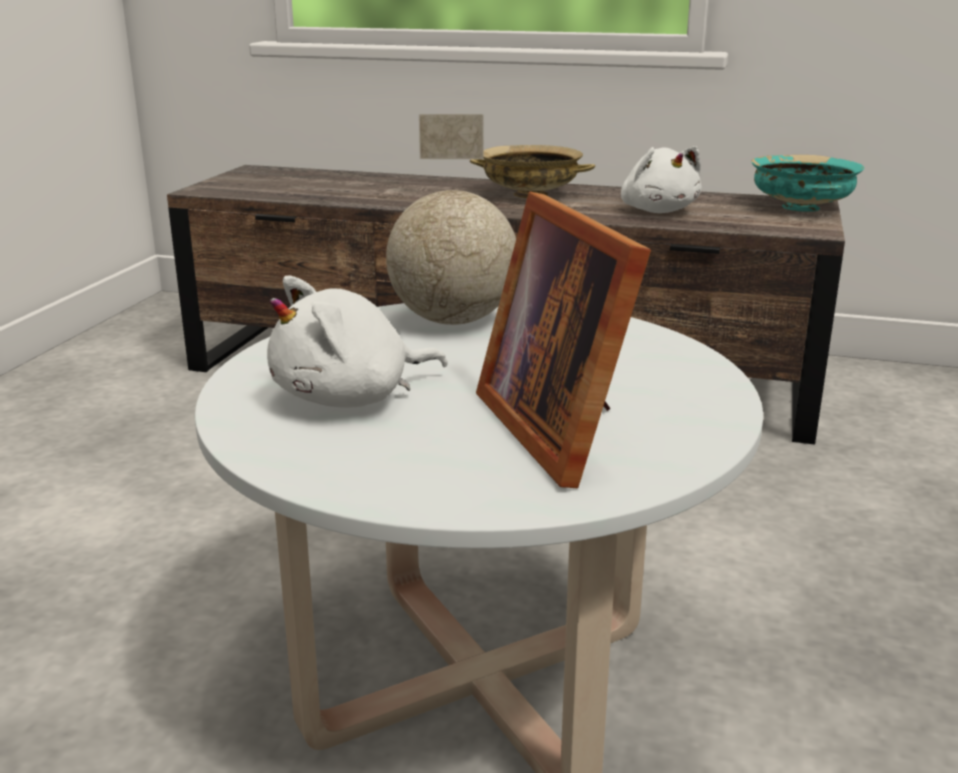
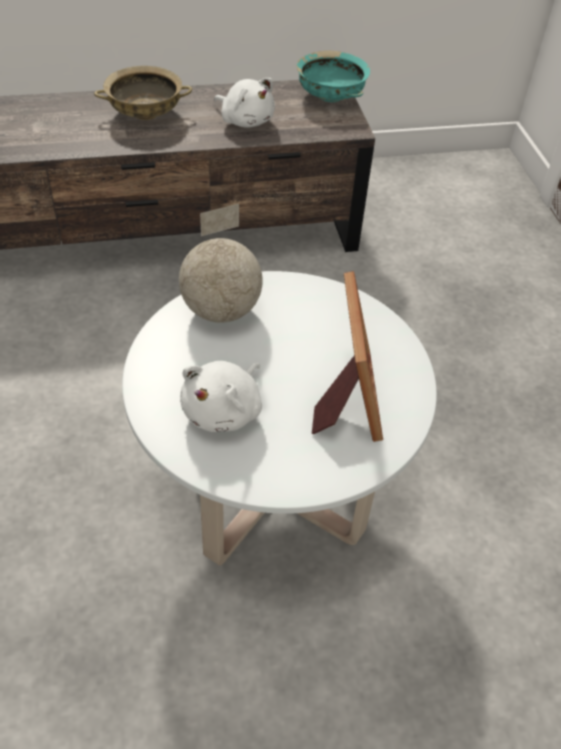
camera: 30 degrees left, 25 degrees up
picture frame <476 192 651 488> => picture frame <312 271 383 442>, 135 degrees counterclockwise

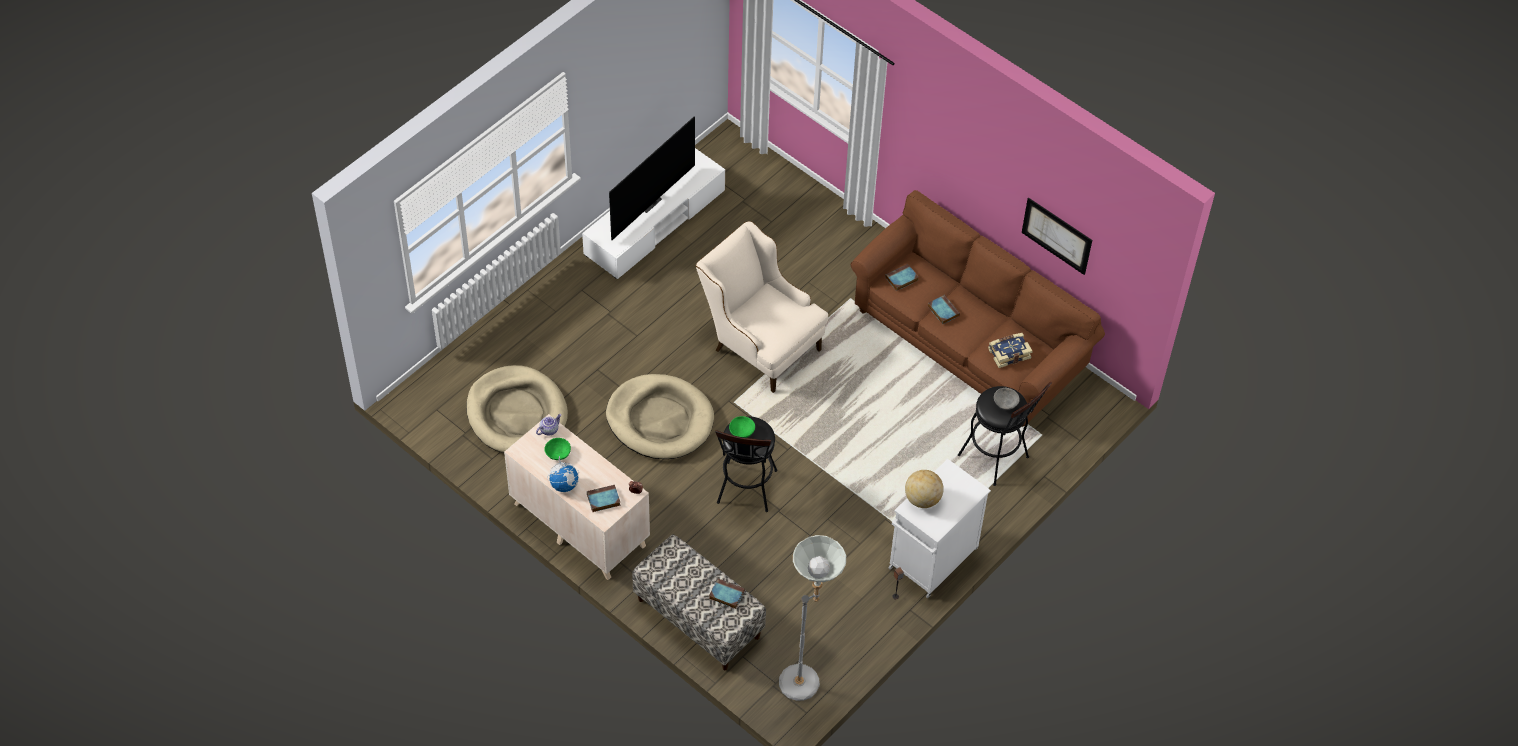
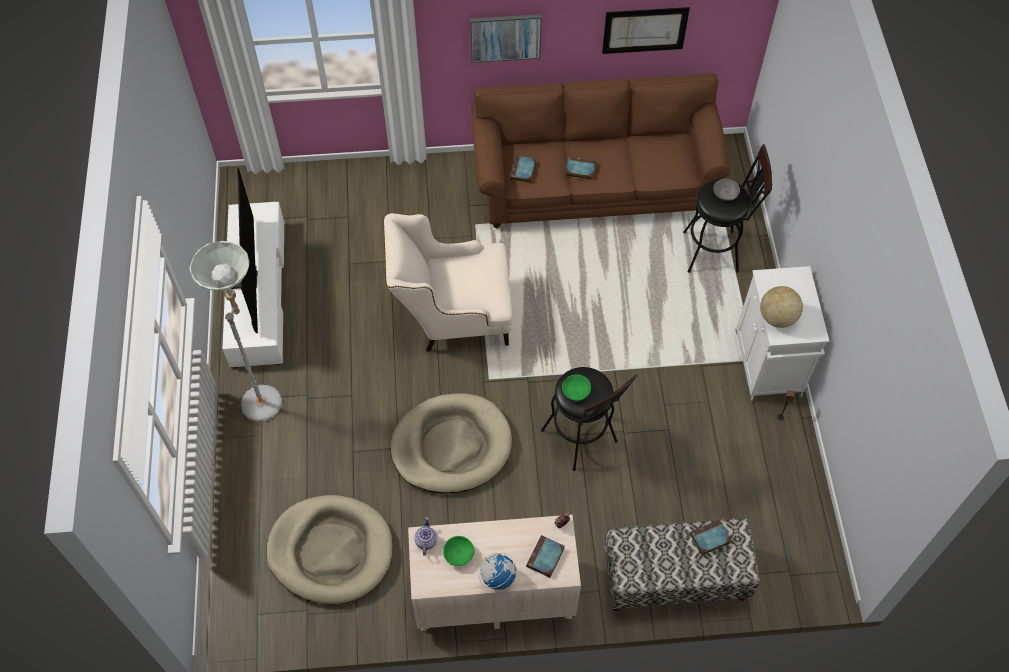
camera: 45 degrees left, 5 degrees up
floor lamp (grey) <779 535 846 701> => floor lamp (grey) <189 241 282 422>, relocated
nothing => picture <470 14 542 63>
book <988 333 1033 368> => nothing

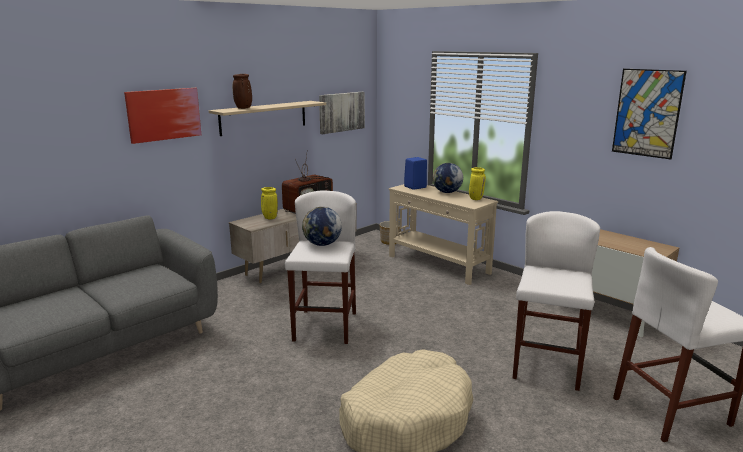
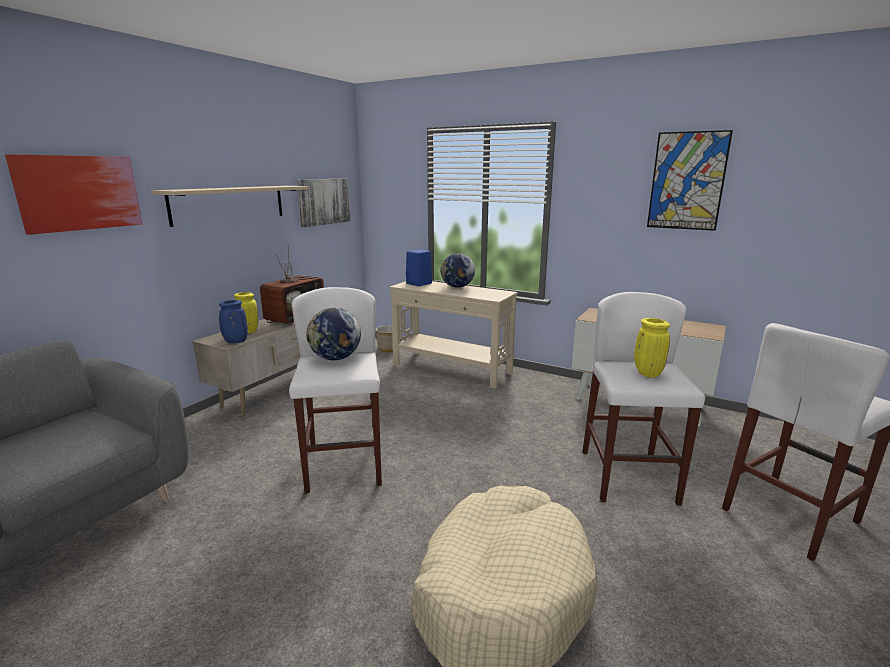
camera: 15 degrees left, 0 degrees up
nothing => vase (blue) <219 300 248 343>
vase (yellow) <469 167 486 200> => vase (yellow) <634 318 670 378>, relocated
vase (brown) <232 74 252 109> => nothing

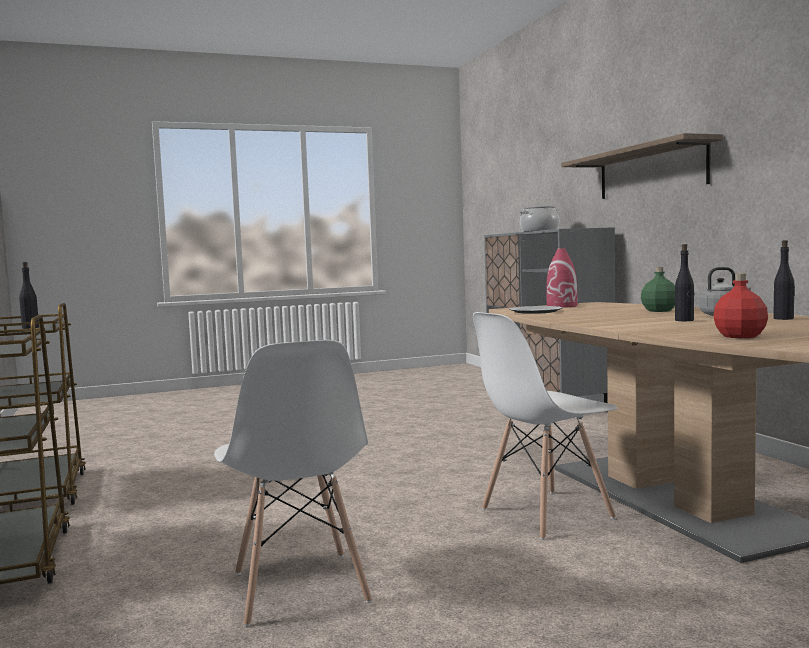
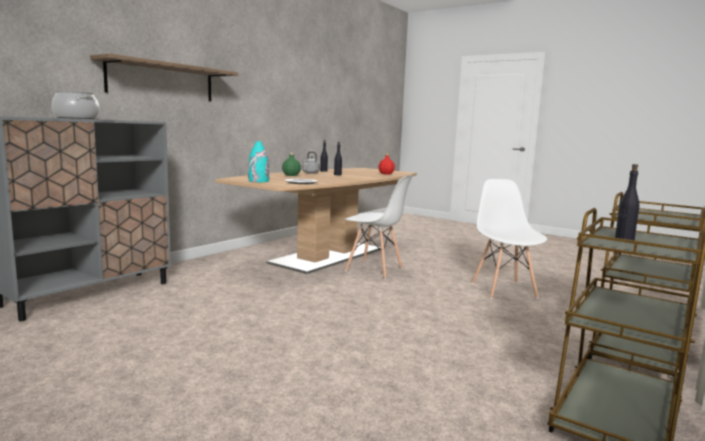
camera: 125 degrees left, 5 degrees up
vase (red) <546 248 578 308> => vase (turquoise) <248 141 269 182>
chair (white) <214 340 372 627> => chair (white) <472 179 547 299>, 45 degrees counterclockwise

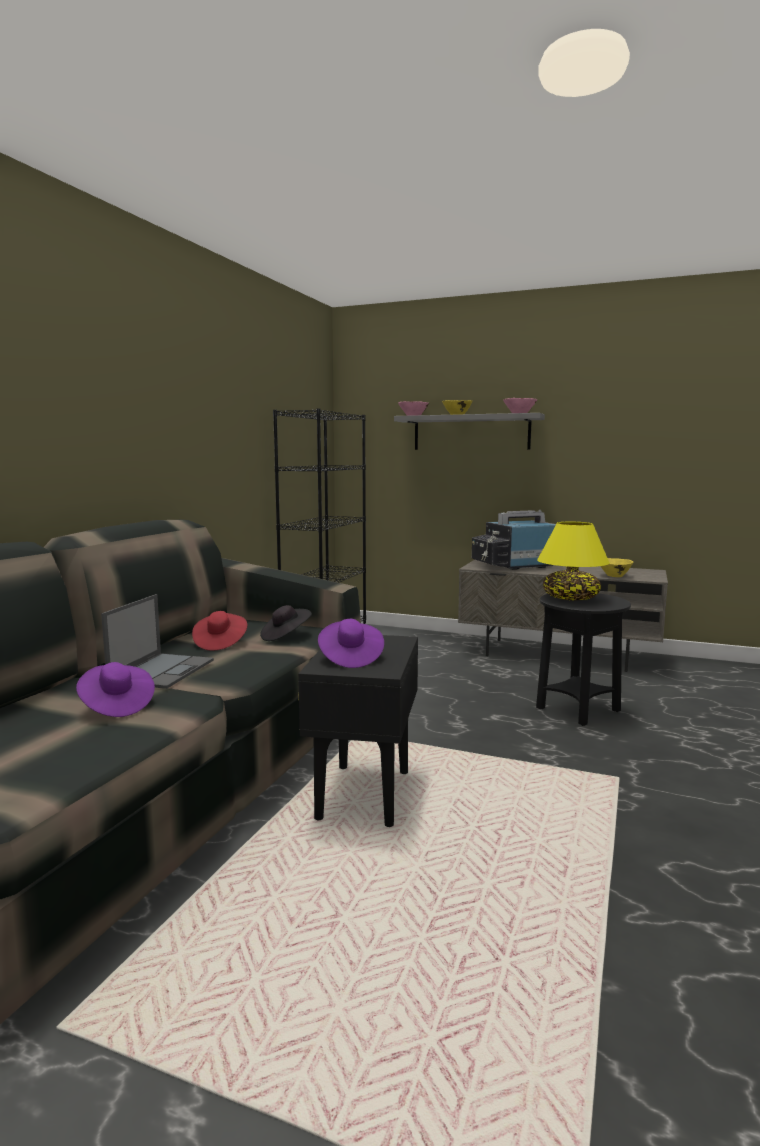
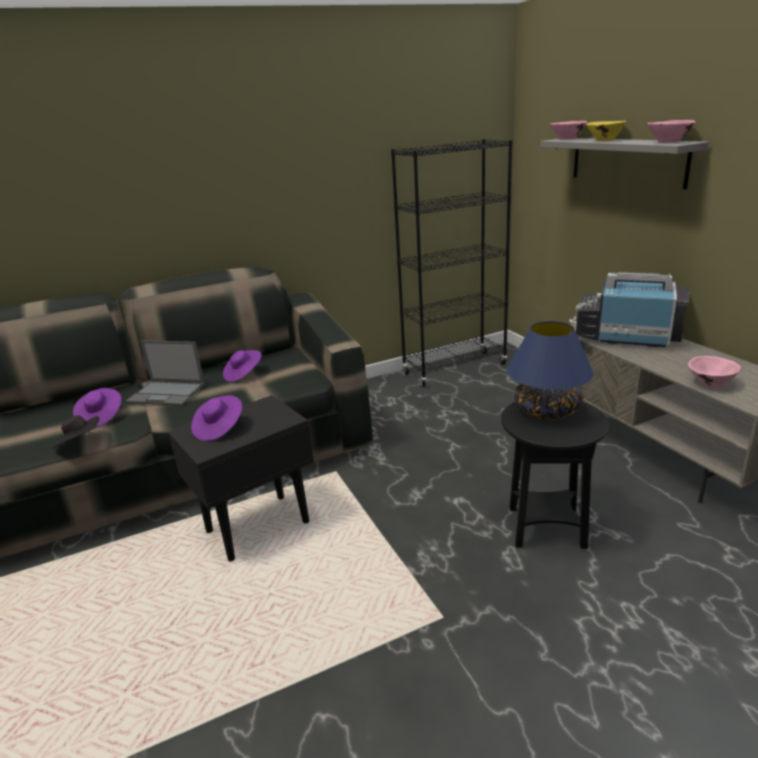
camera: 45 degrees right, 15 degrees up
hat (black) <260 605 312 641> => hat (black) <53 415 99 449>, relocated
laptop <101 594 214 689> => laptop <126 341 205 406>, 45 degrees clockwise
hat (red) <192 611 247 651> => hat (purple) <223 350 262 382>
table lamp (yellow) <537 522 610 600> => table lamp (blue) <507 321 594 420>
bowl (yellow) <601 558 633 577> => bowl (pink) <688 356 741 388>

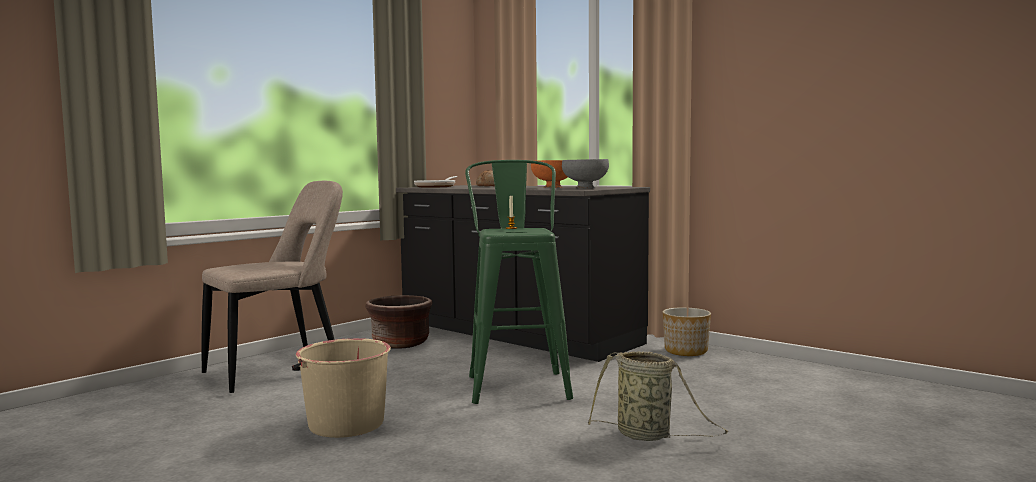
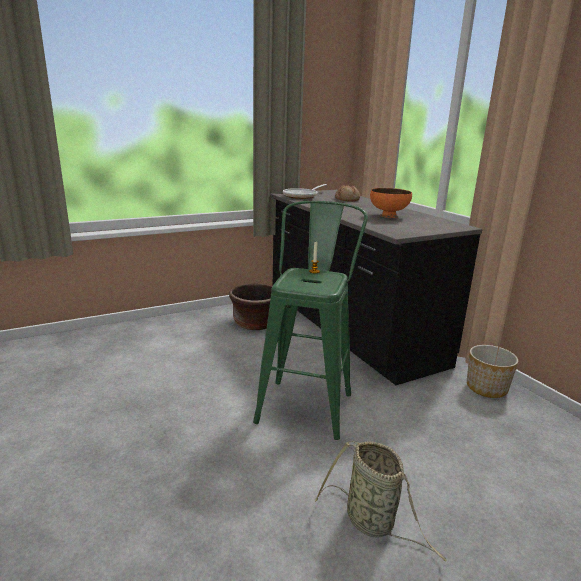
camera: 20 degrees right, 15 degrees up
chair (beige) <201 181 343 393> => nothing
bucket (beige) <292 338 391 438> => nothing
bowl (grey) <562 159 609 189> => nothing

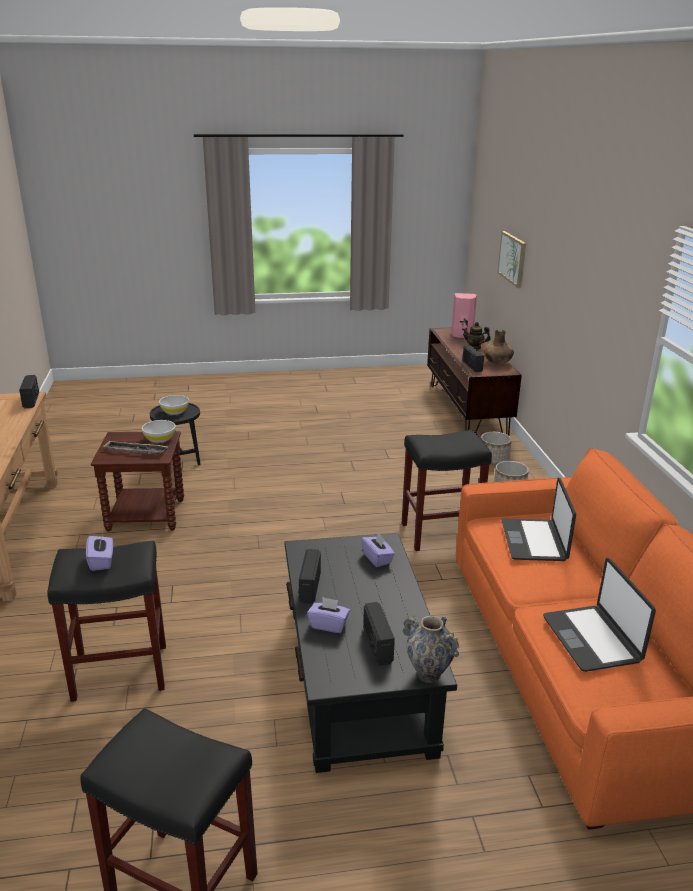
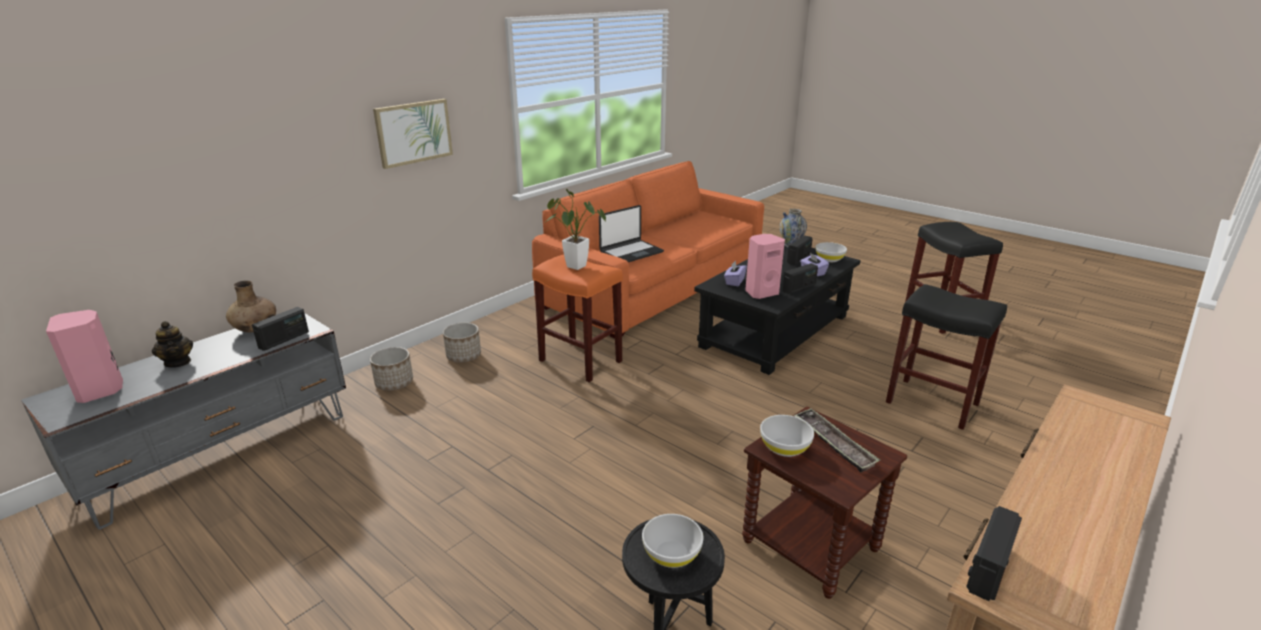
camera: 130 degrees left, 0 degrees up
tv stand (brown) <427 327 522 435> => tv stand (grey) <21 314 346 530>
picture <498 231 526 288> => picture <373 99 453 169>, relocated
stool (black) <402 430 492 551> => stool (orange) <532 255 623 382>
nothing => potted plant <547 189 606 270>
nothing => speaker (pink) <745 234 785 299>
nothing => bowl (white) <816 242 847 262>
tissue box (purple) <86 534 113 571> => nothing
laptop <543 558 656 672> => nothing

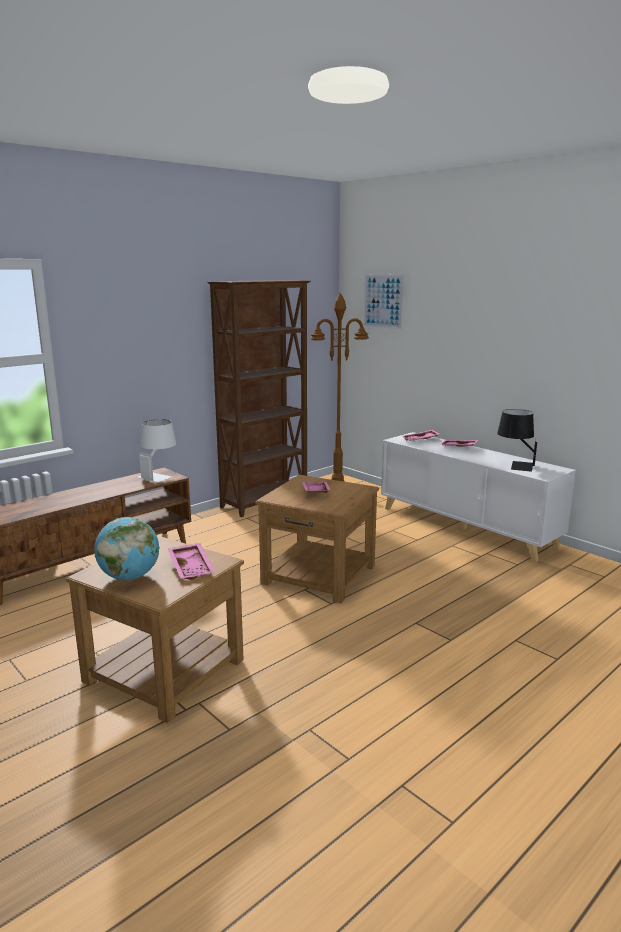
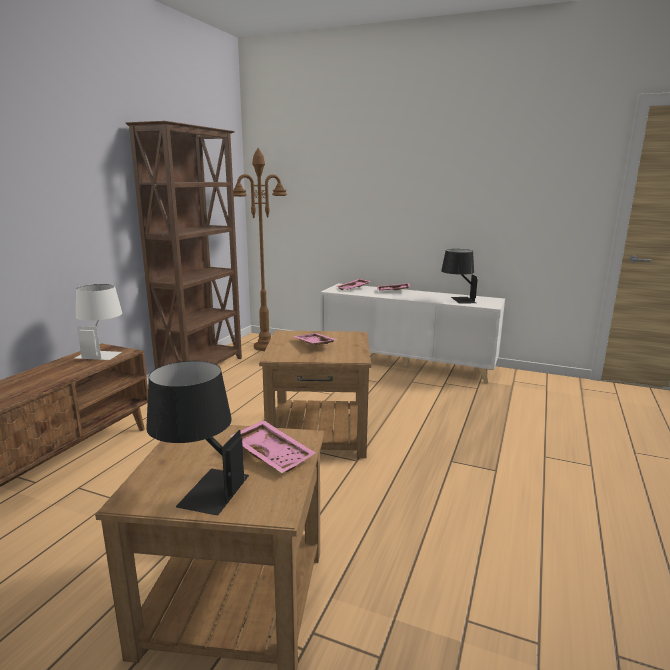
camera: 25 degrees left, 0 degrees up
globe <94 517 160 580> => table lamp (black) <146 361 249 515>
picture <363 274 405 329> => nothing

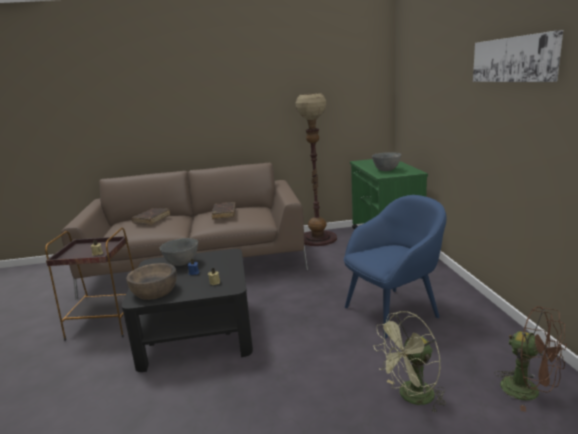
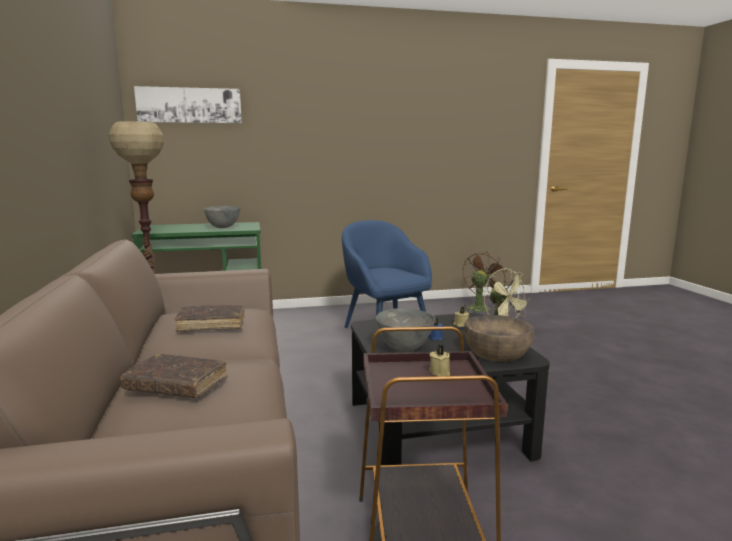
camera: 95 degrees left, 5 degrees down
picture <473 30 563 82> => picture <134 86 242 123>, relocated

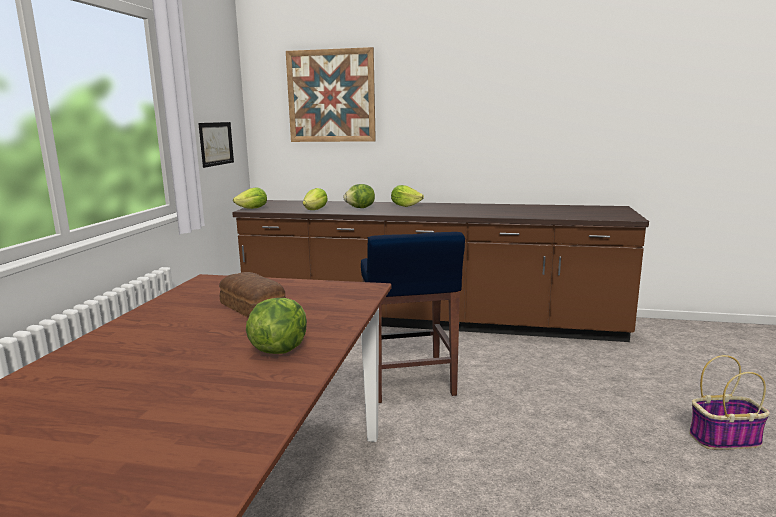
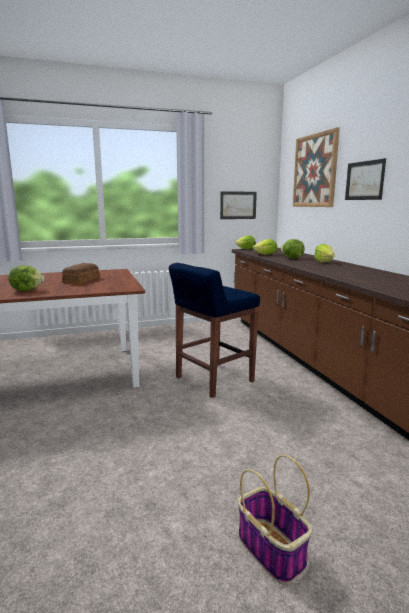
camera: 60 degrees right, 0 degrees up
nothing => picture <345 158 386 200>

